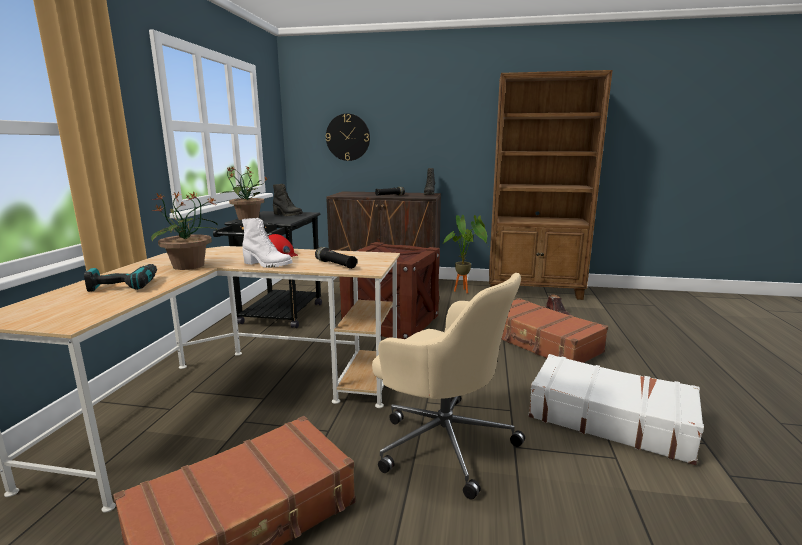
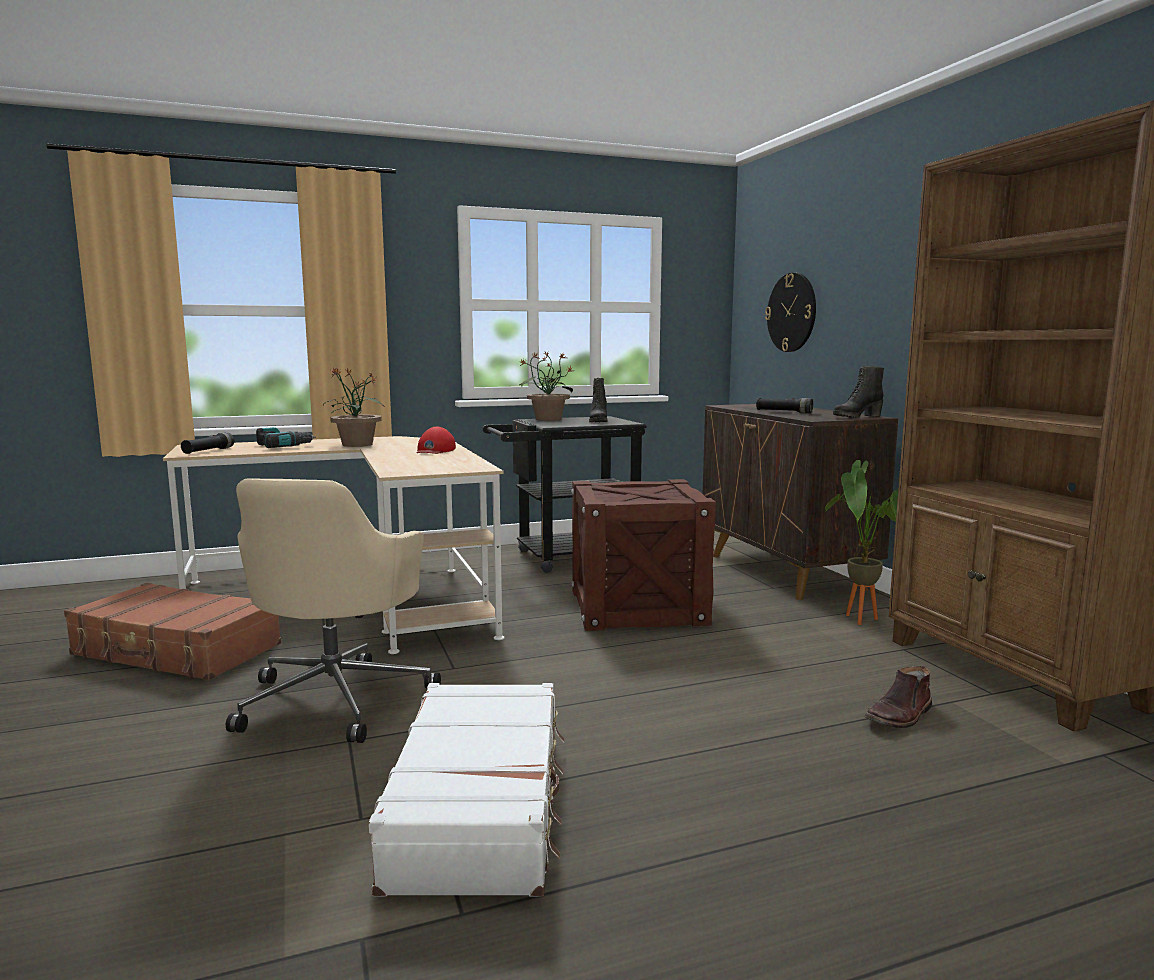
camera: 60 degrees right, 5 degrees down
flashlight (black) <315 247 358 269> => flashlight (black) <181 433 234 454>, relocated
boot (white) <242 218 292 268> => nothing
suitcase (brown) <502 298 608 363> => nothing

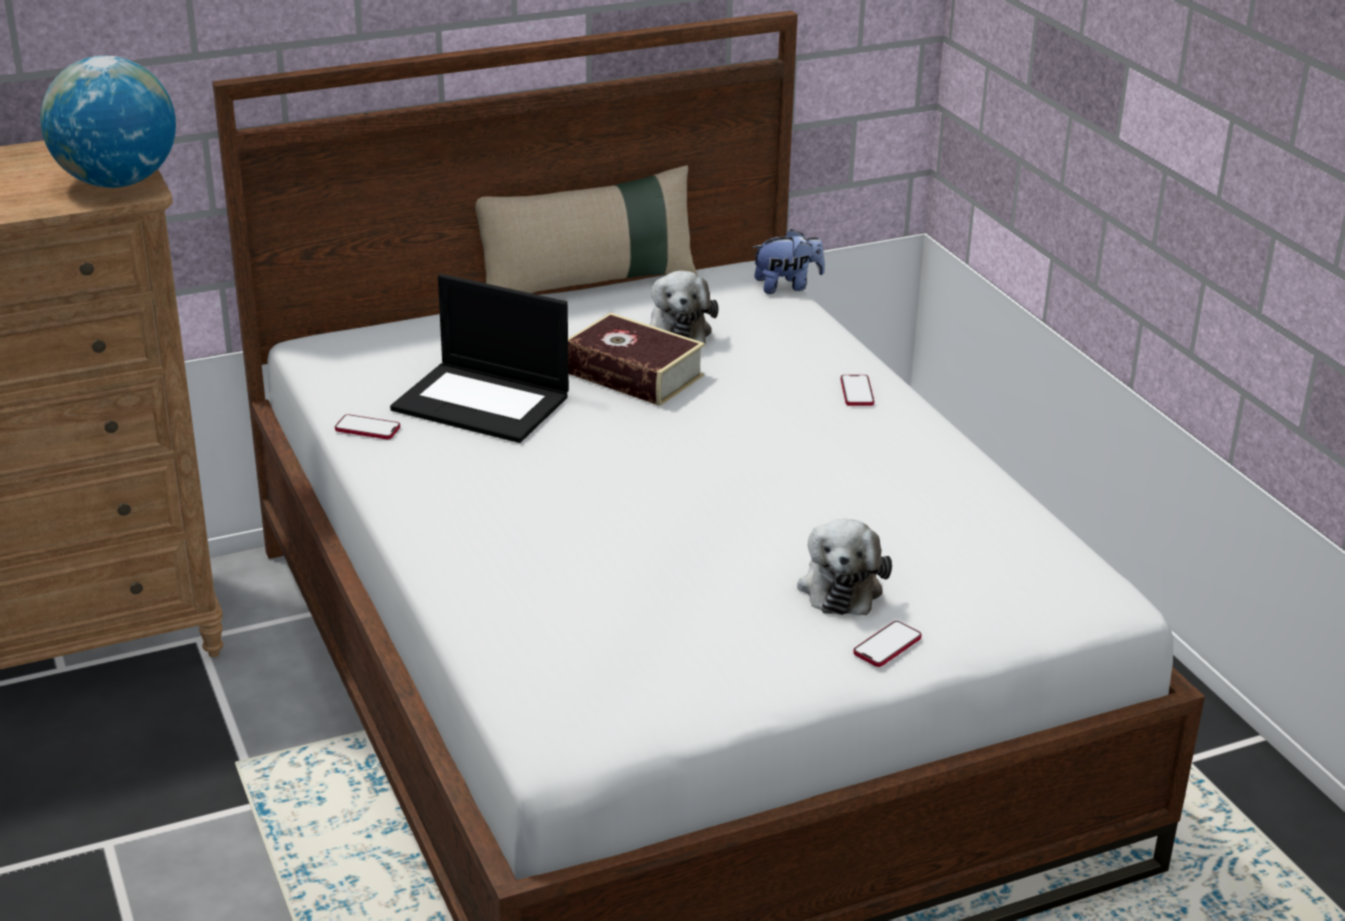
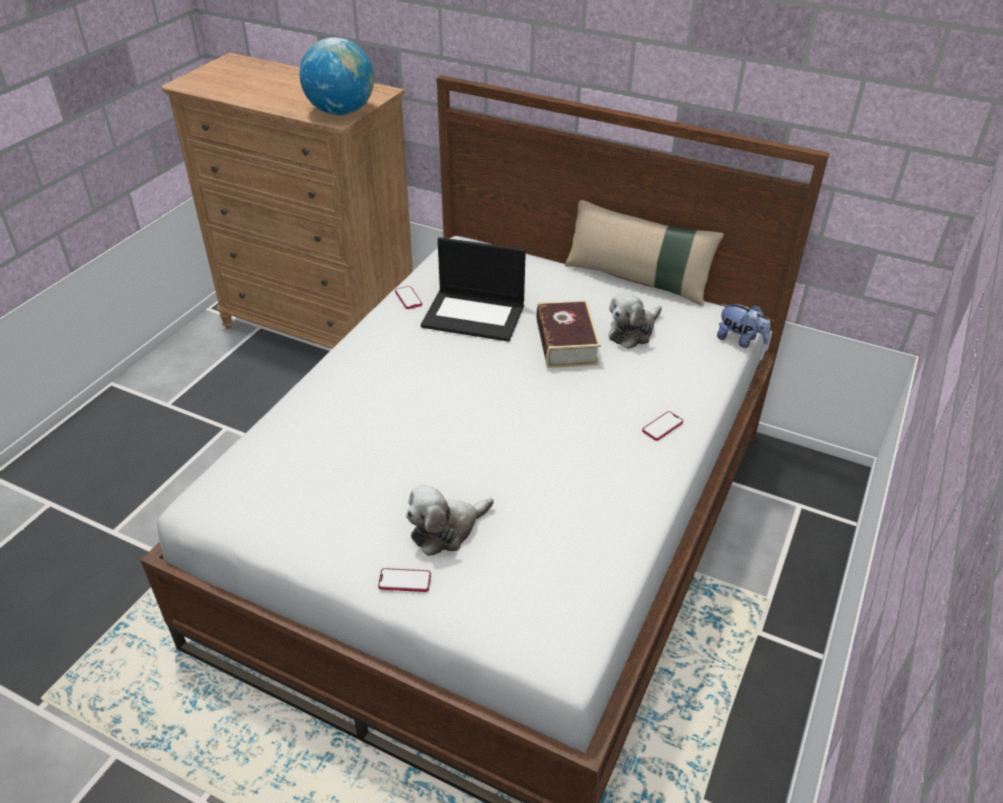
camera: 50 degrees right, 10 degrees up
laptop <390 274 569 443> => laptop <421 237 526 342>, 60 degrees counterclockwise

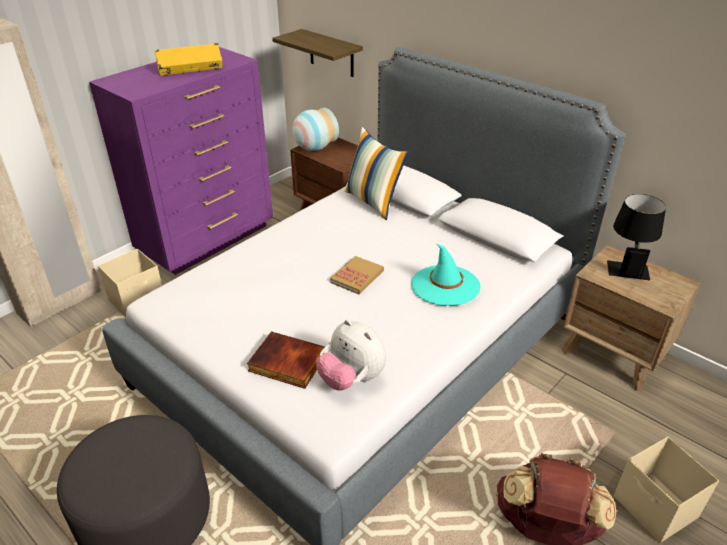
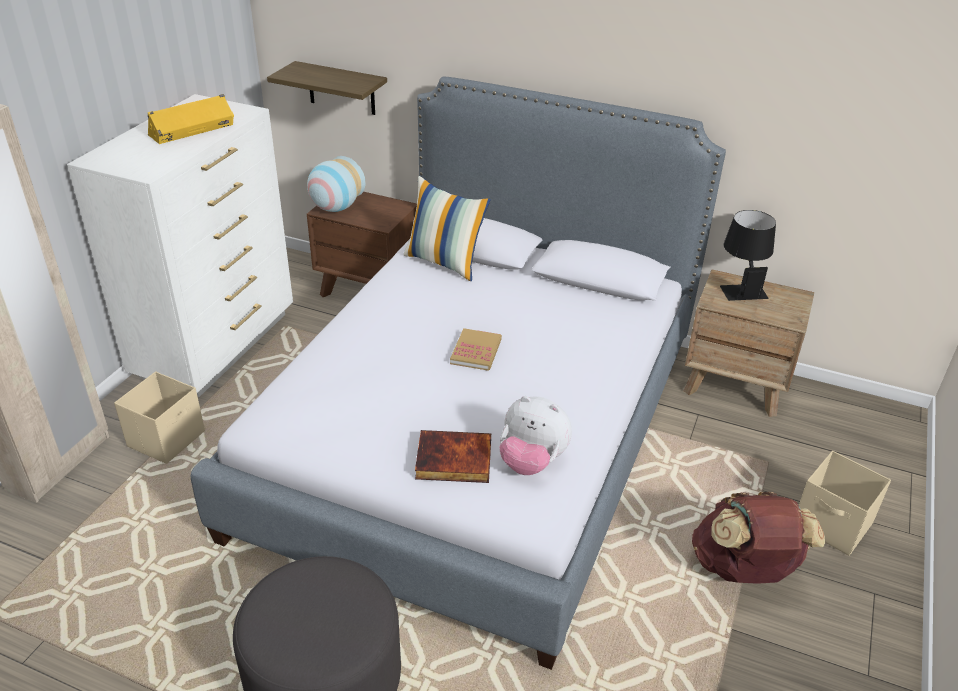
camera: 20 degrees left, 0 degrees up
dresser (purple) <89 47 273 275> => dresser (white) <67 94 293 397>
hat (turquoise) <411 244 481 306> => nothing

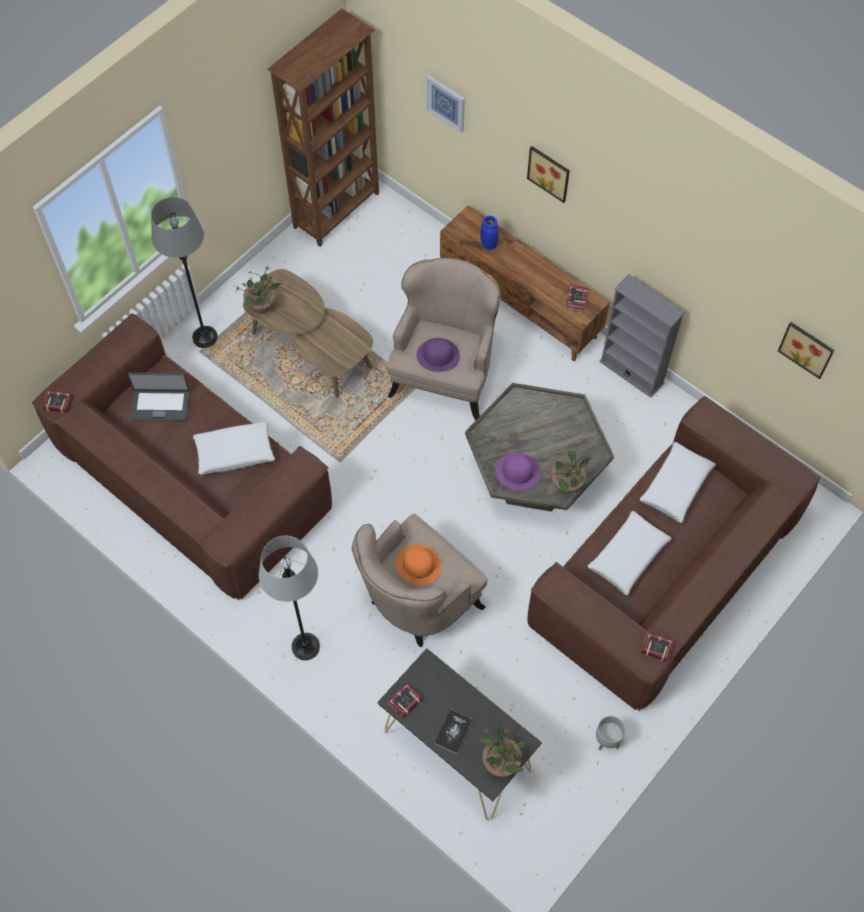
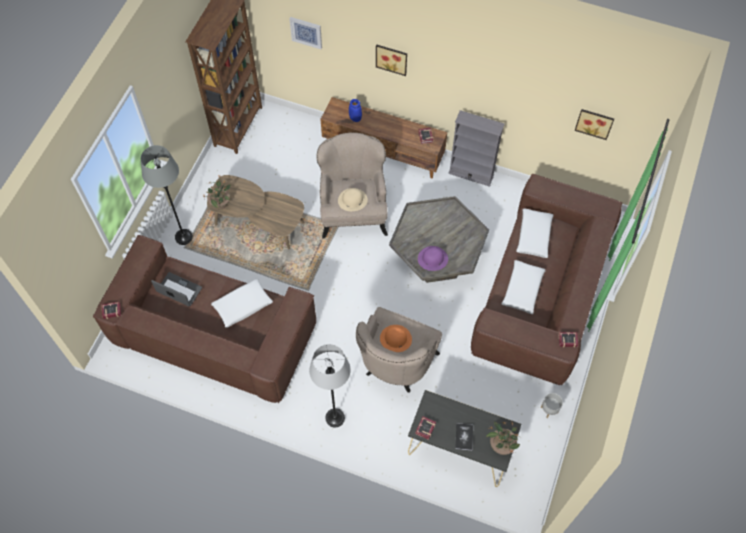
camera: 20 degrees left, 0 degrees up
laptop <128 373 190 421> => laptop <151 272 202 307>, 135 degrees counterclockwise
hat (purple) <417 338 460 372> => hat (beige) <338 188 368 211>
potted plant <549 442 591 494> => nothing

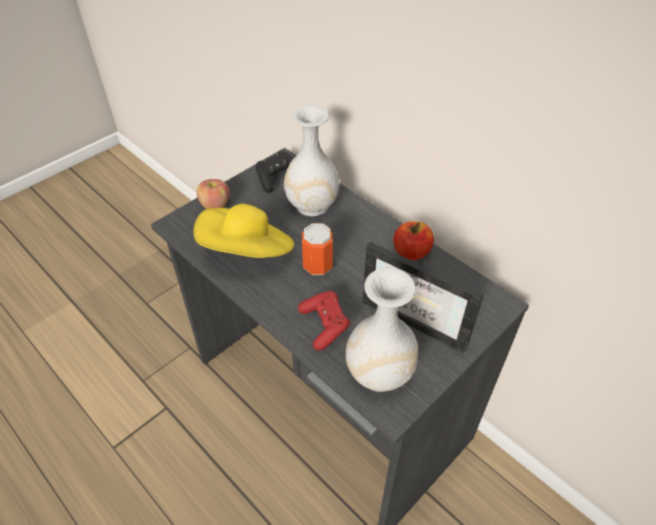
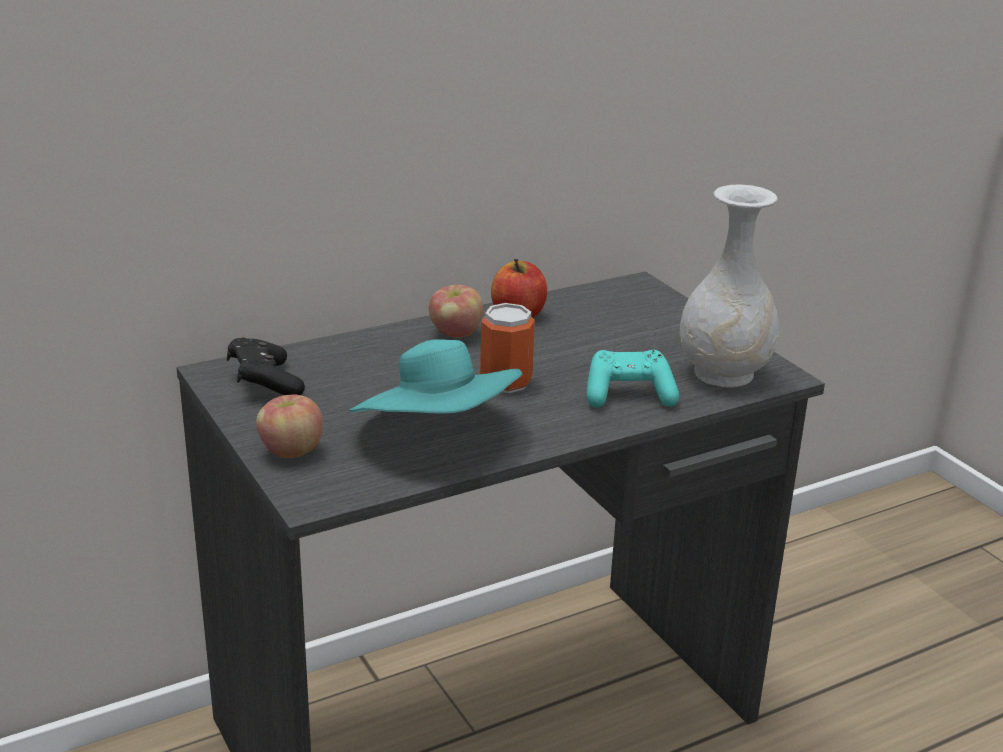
camera: 75 degrees left, 20 degrees down
hat (yellow) <194 204 294 258> => hat (turquoise) <349 339 522 414>
nothing => apple <429 285 483 338>
game controller (red) <298 291 351 350> => game controller (turquoise) <587 350 679 408>
vase (white) <284 104 340 216> => nothing
picture frame <363 242 484 353> => nothing

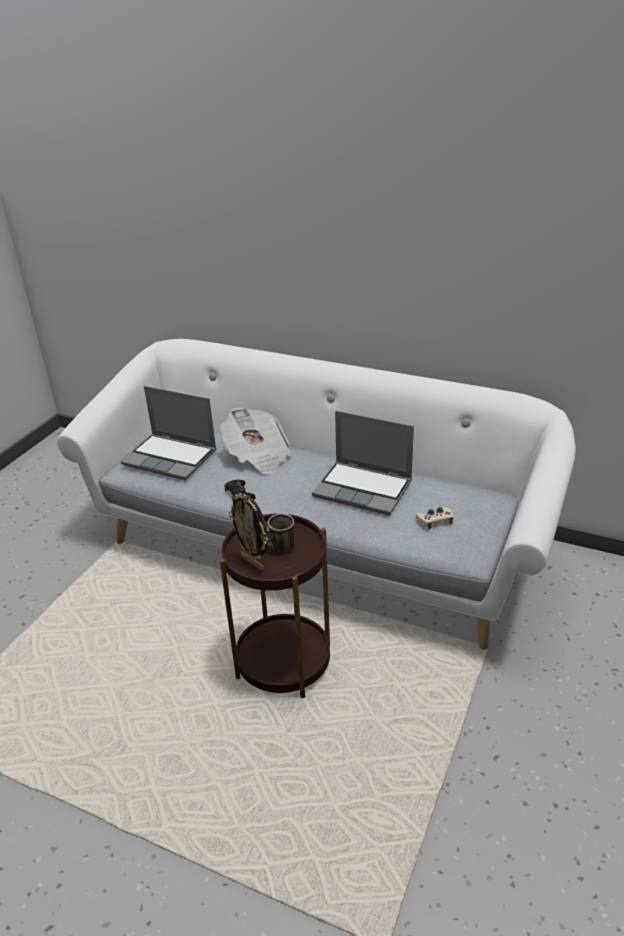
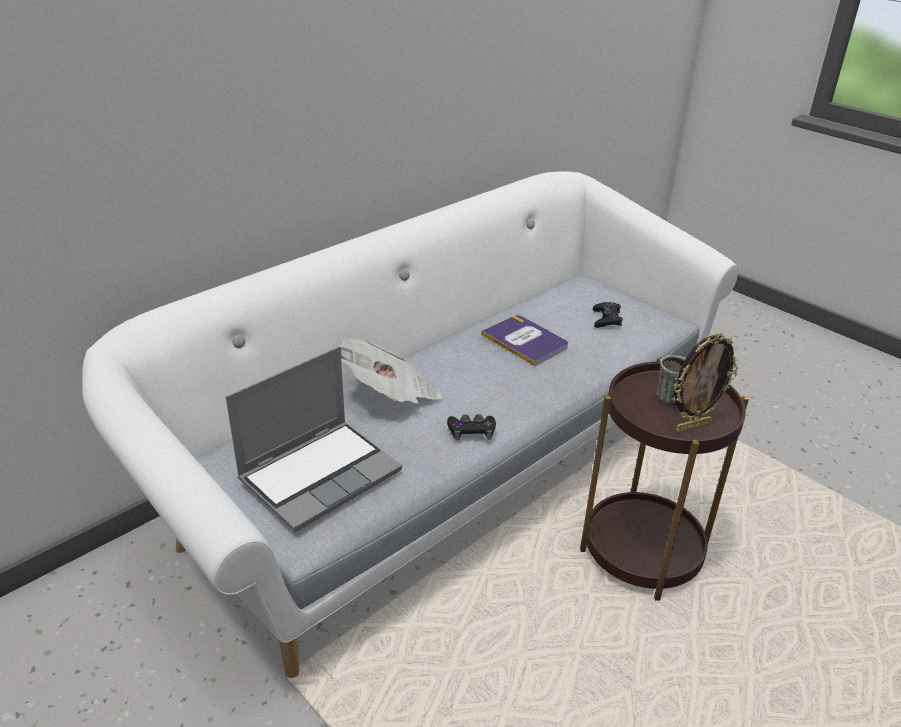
camera: 70 degrees left, 0 degrees up
laptop <312 411 414 515> => book <481 315 568 366>
game controller (beige) <416 507 453 529> => game controller (black) <593 302 623 328>

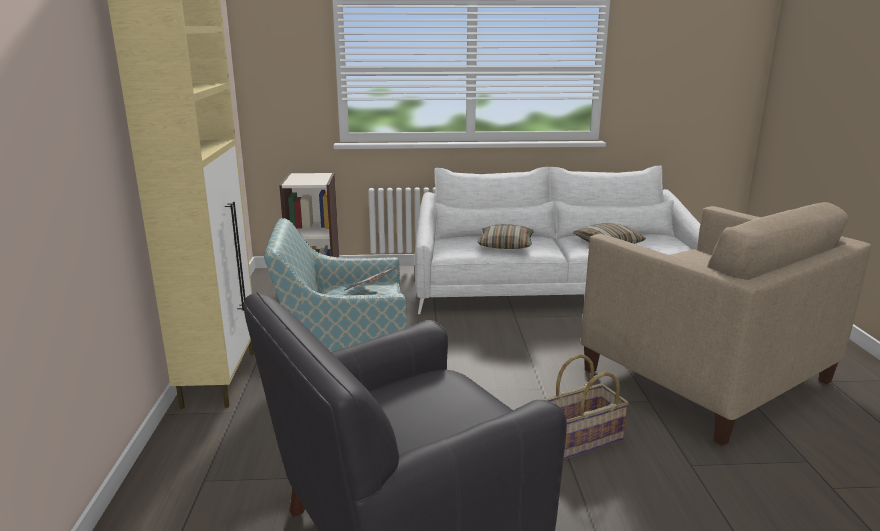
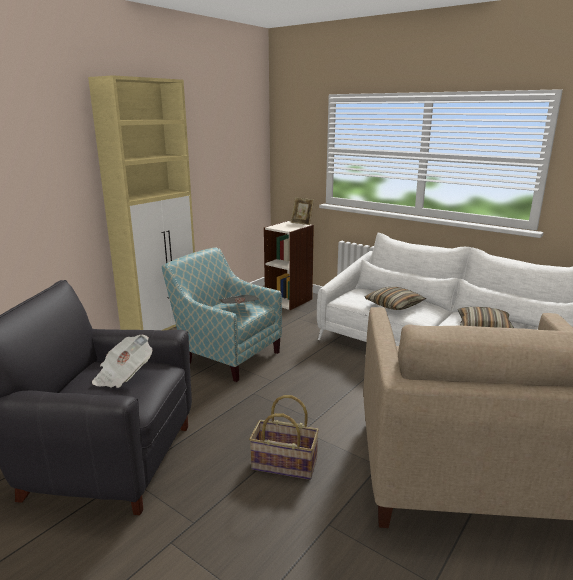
camera: 40 degrees right, 0 degrees up
nothing => newspaper <92 335 152 388>
nothing => picture frame <291 197 314 225>

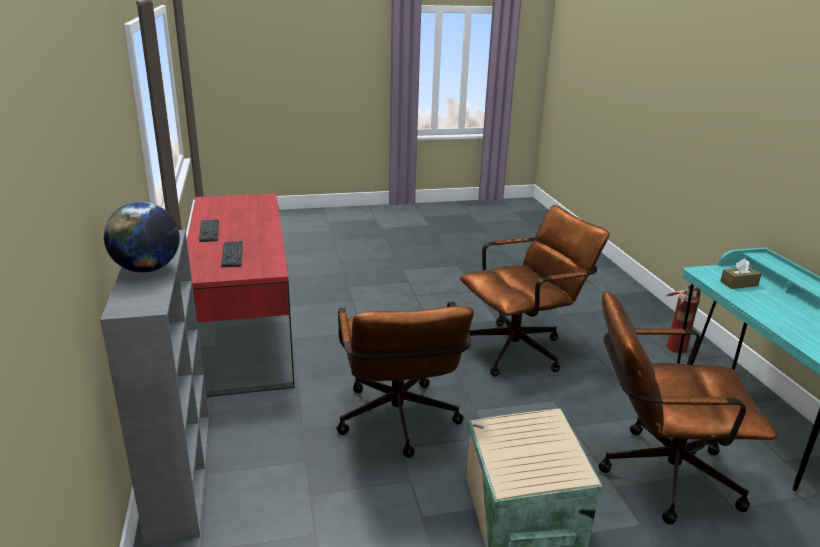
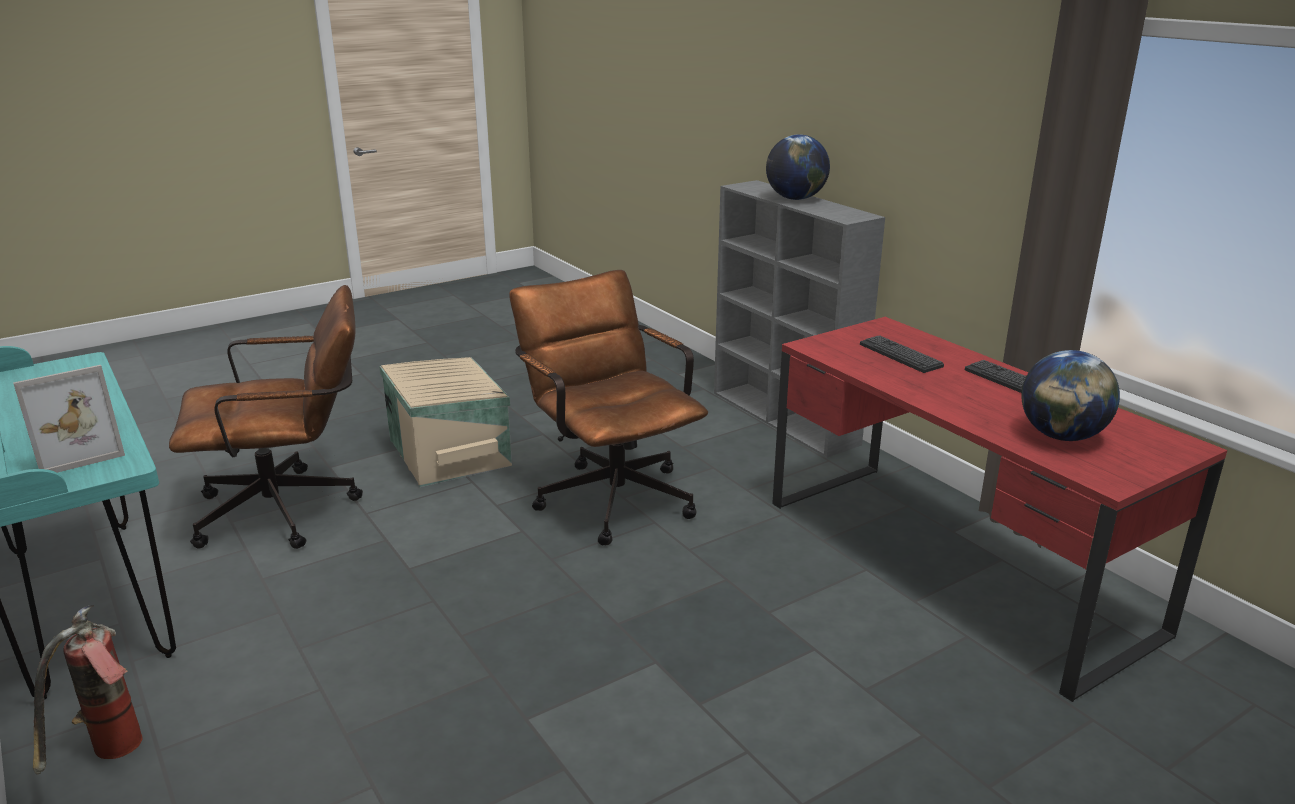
camera: 160 degrees right, 0 degrees up
tissue box (brown) <720 258 761 289> => picture frame <13 365 125 473>
nothing => globe <1022 350 1120 441>
office chair (brown) <460 205 610 377> => nothing

